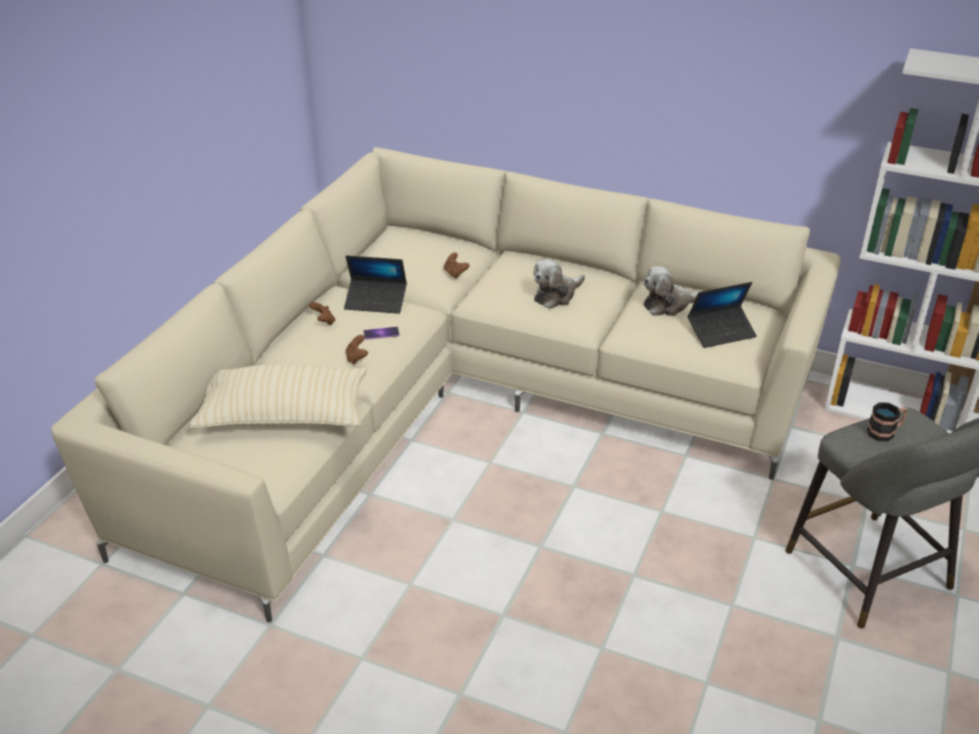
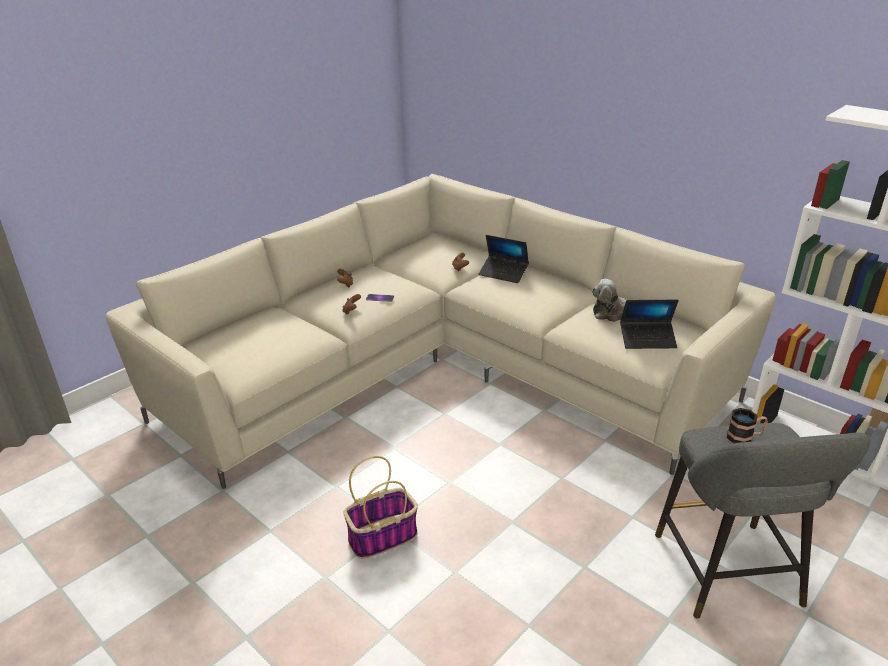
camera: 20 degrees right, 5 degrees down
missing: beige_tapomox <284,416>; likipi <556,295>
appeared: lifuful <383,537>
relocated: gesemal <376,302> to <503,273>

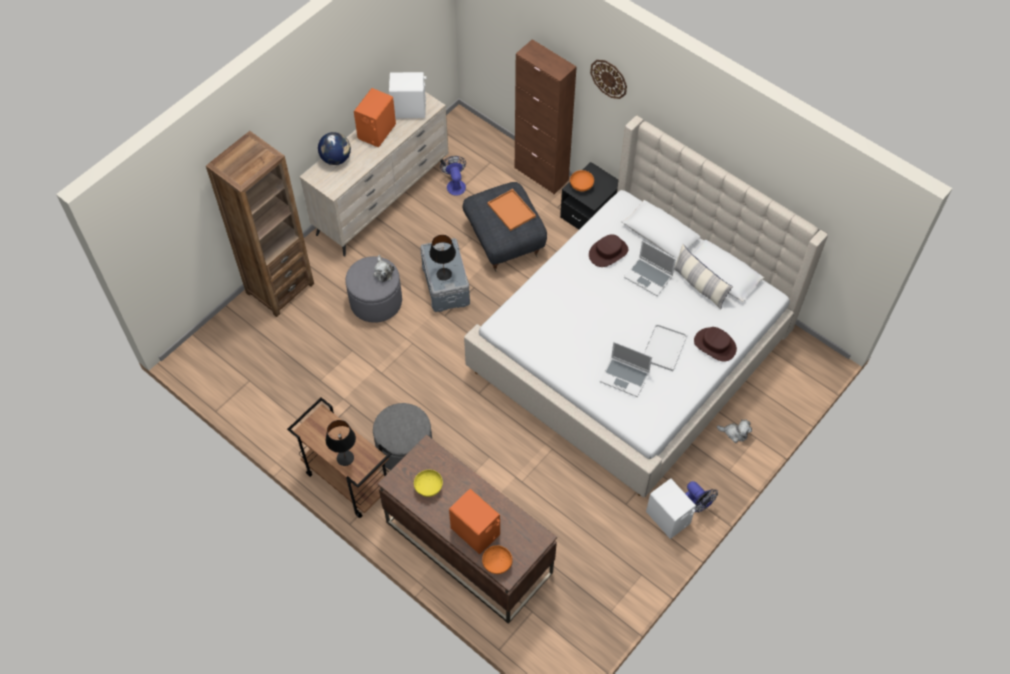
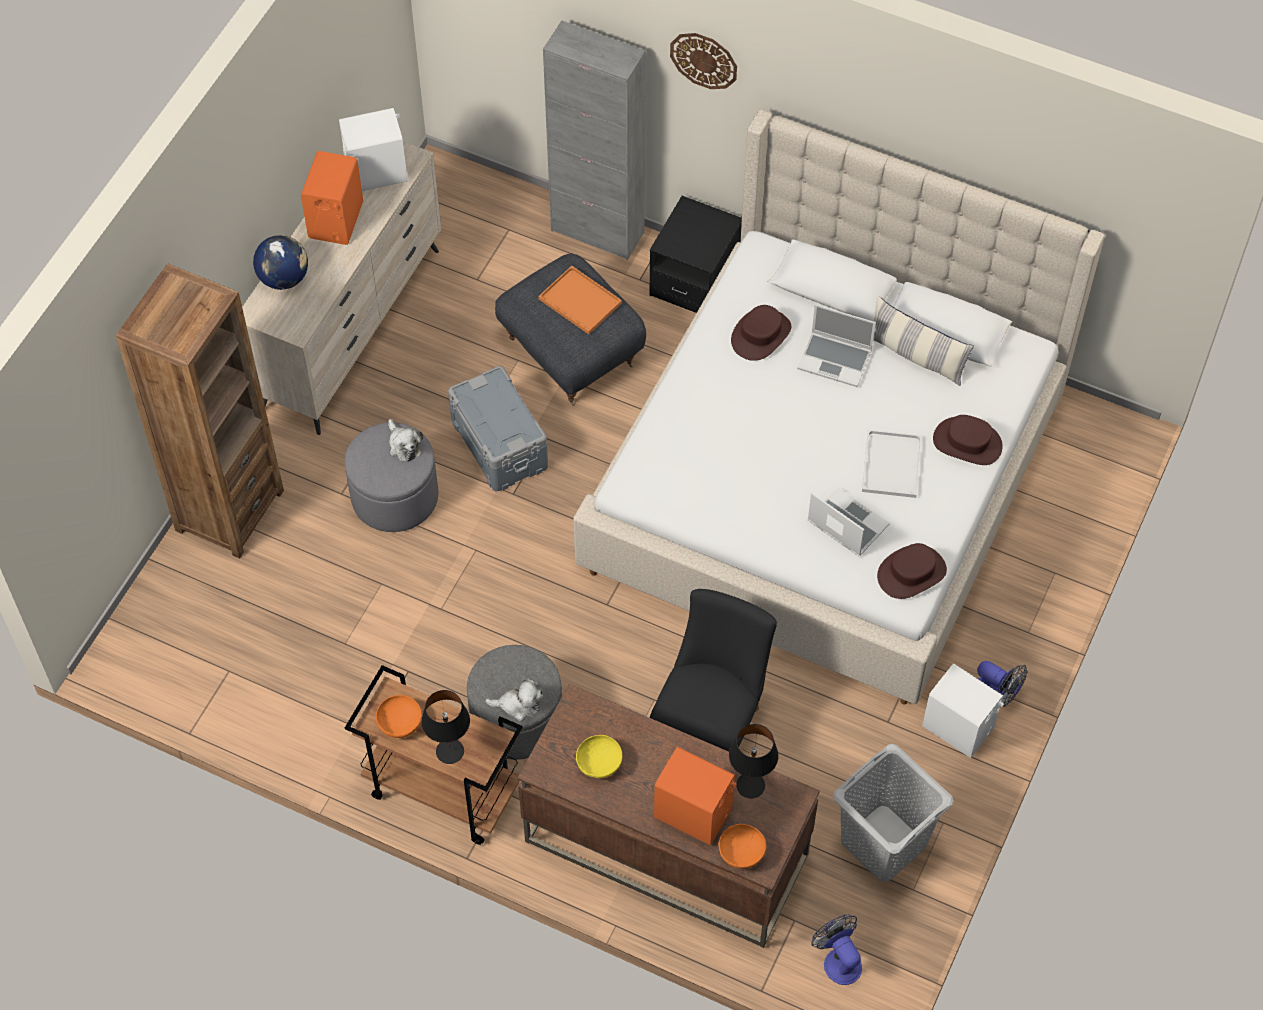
camera: 15 degrees left, 0 degrees up
appeared: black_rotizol <711,723>; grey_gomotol <883,843>; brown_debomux <911,573>
relocated: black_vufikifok <444,274> to <750,786>; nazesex <455,184> to <838,959>; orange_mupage <581,185> to <400,723>; likipi <735,433> to <518,705>
colour: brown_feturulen <541,174> to grey_feturulen <597,231>
spun: gesemal <625,377> = <846,523> 150 degrees counterclockwise

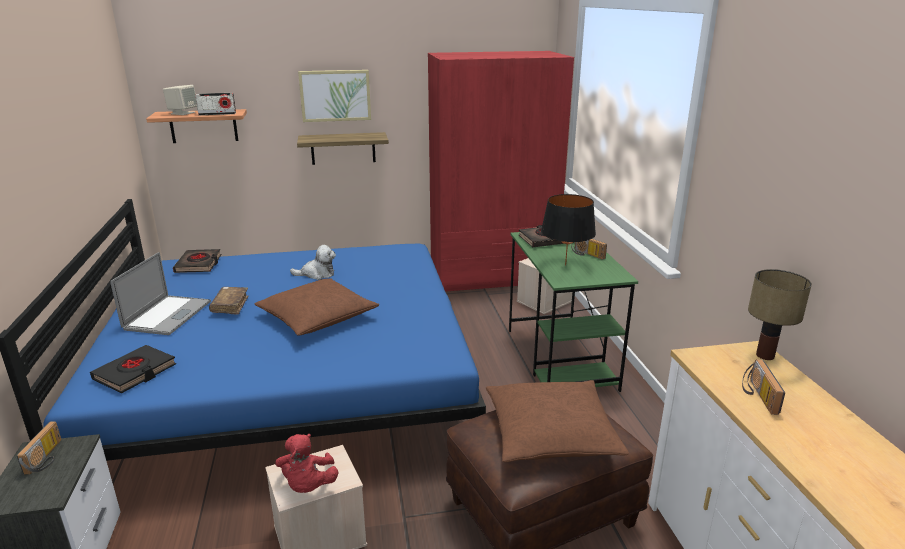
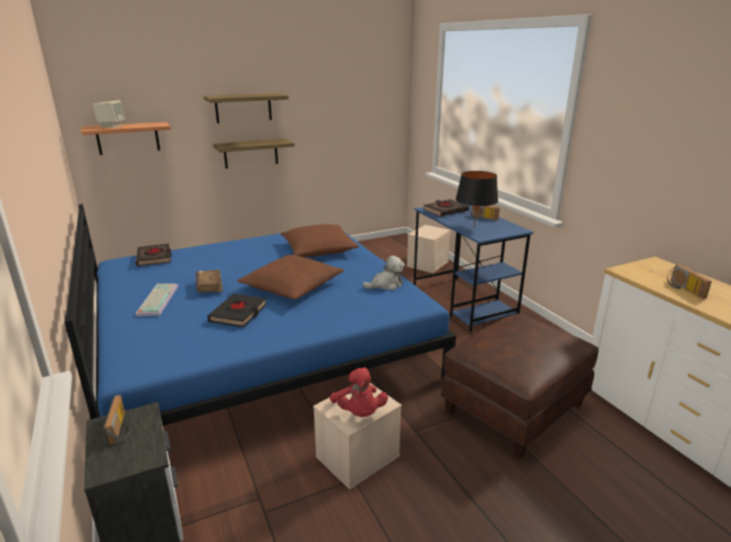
camera: 15 degrees left, 0 degrees up
missing: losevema <217,114>; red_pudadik <493,275>; vufikifok <764,355>
relocated: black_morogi <135,373> to <238,314>; likipi <317,274> to <386,285>; brown_tapomox <550,433> to <319,249>
exchanged: gesemal <168,315> to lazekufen <157,300>; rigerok <335,95> to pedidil <243,108>
colour: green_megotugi <560,359> to blue_megotugi <463,302>

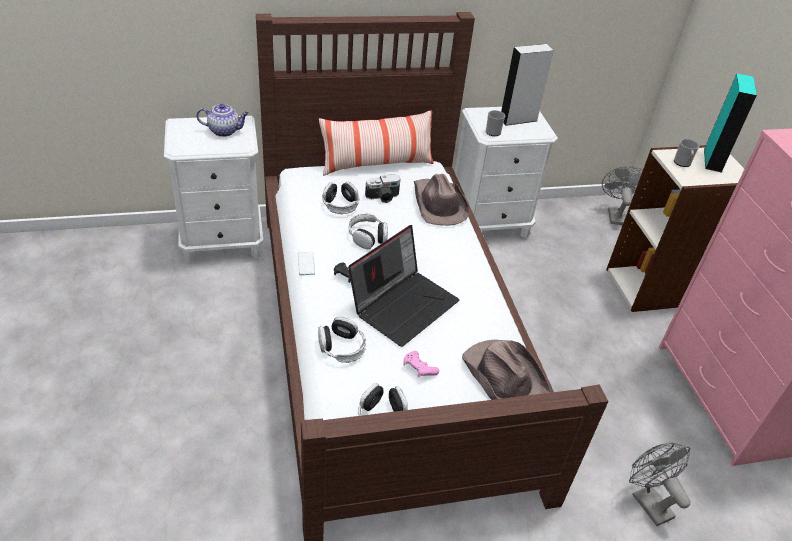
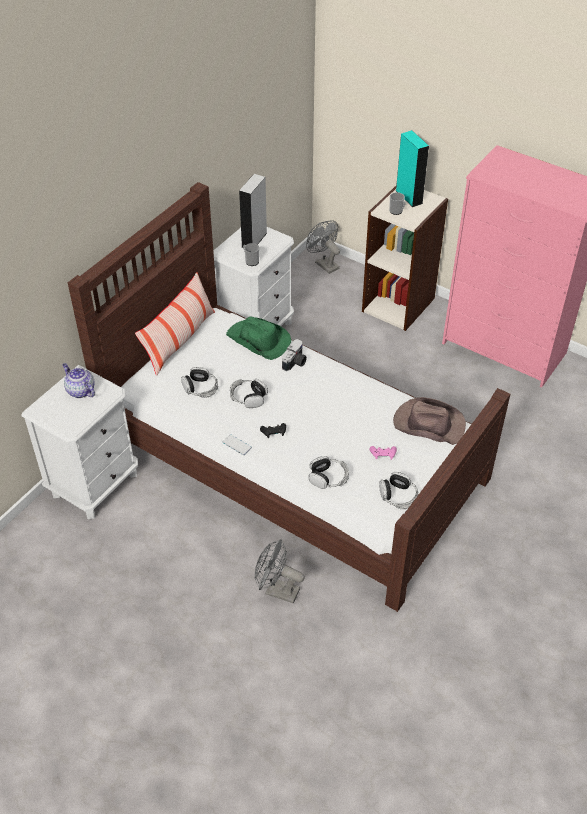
camera: 40 degrees left, 5 degrees up
missing: gesemal <403,304>
relocated: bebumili <383,197> to <295,362>; grey_nazesex <647,501> to <277,590>
colour: brown_debomux <438,204> to green_debomux <259,341>
spun: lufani <225,131> = <80,390> 90 degrees counterclockwise

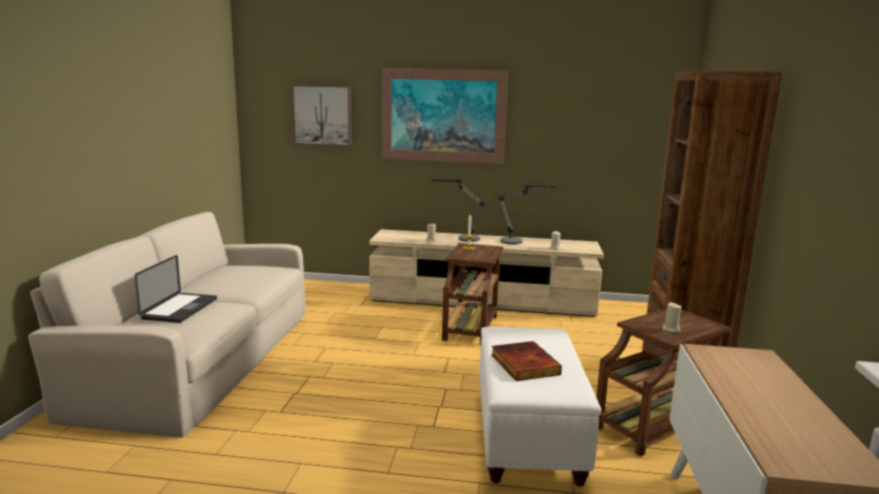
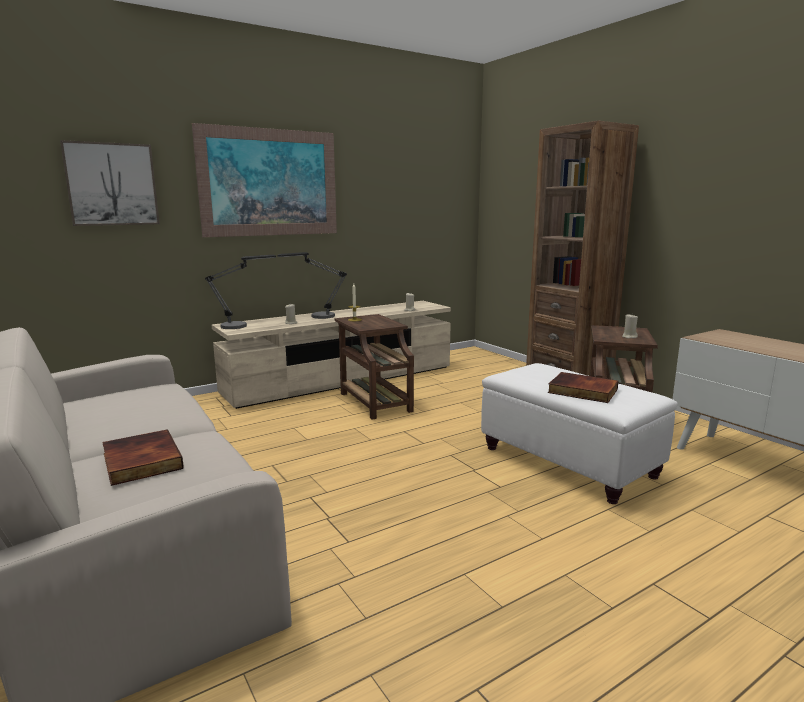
camera: 40 degrees left, 0 degrees up
relocated: vufikifok <518,242> to <241,325>
exchanged: gesemal <180,309> to morogi <140,461>

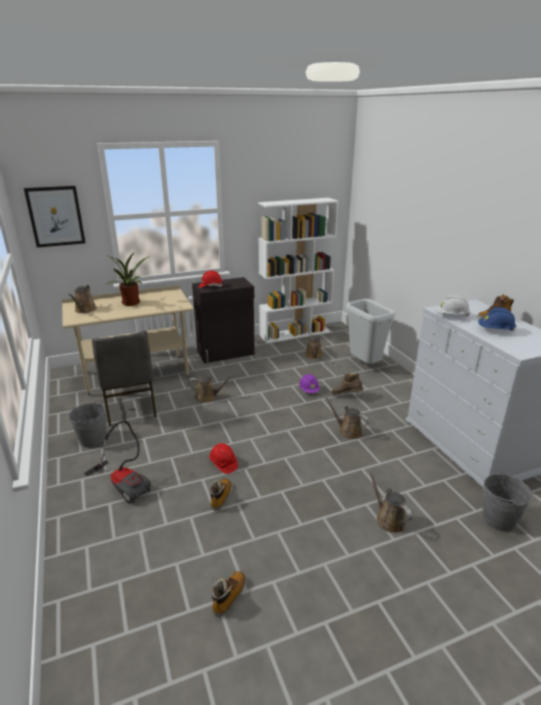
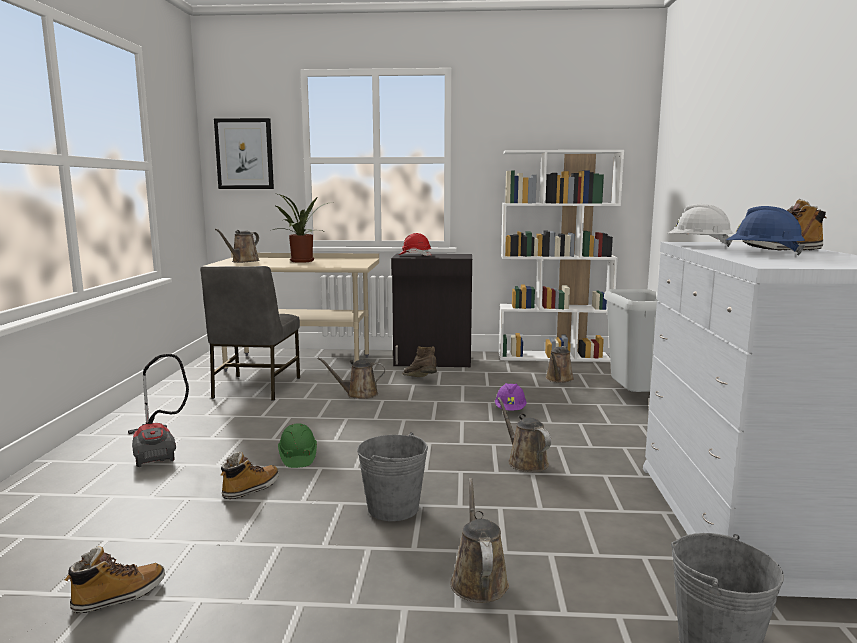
camera: 25 degrees right, 15 degrees down
relocated: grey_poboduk <93,439> to <393,508>; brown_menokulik <346,396> to <420,380>
colour: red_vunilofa <223,464> to green_vunilofa <297,457>
spun: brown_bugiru <207,397> = <358,394> 150 degrees clockwise

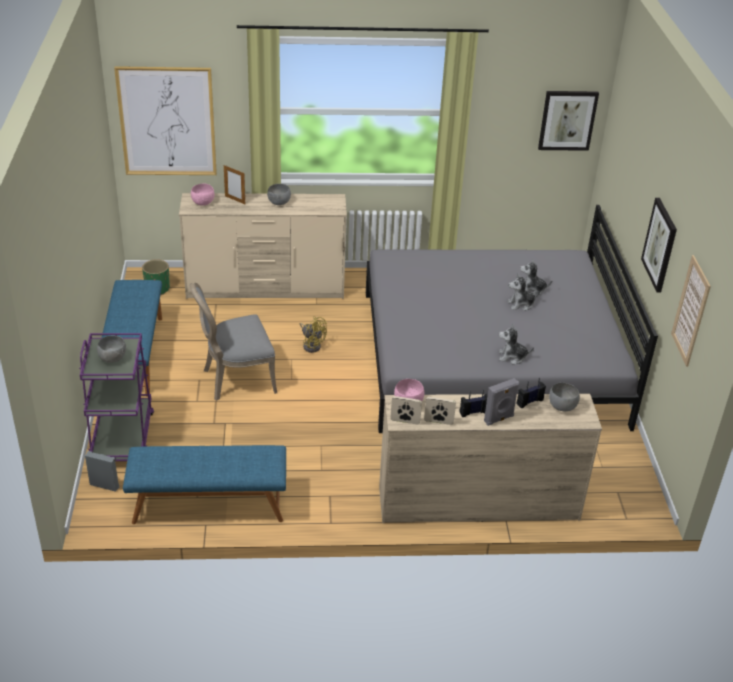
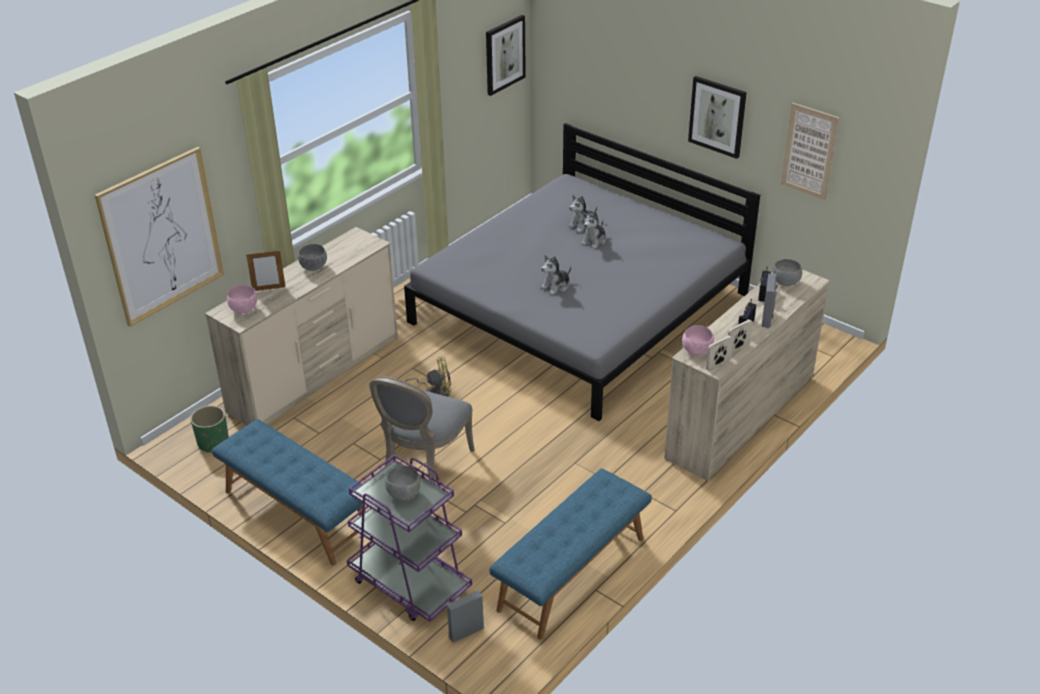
camera: 45 degrees left, 0 degrees up
relocated: likipi <512,357> to <556,286>

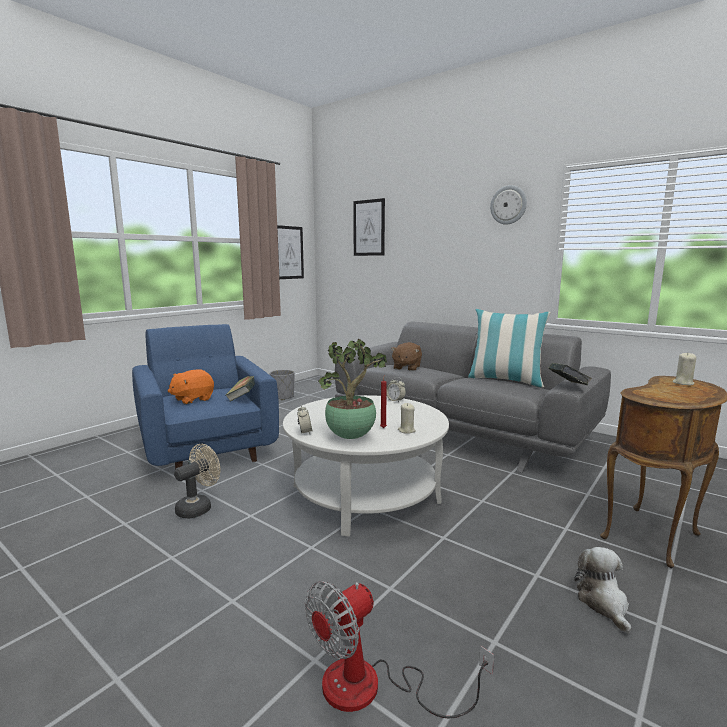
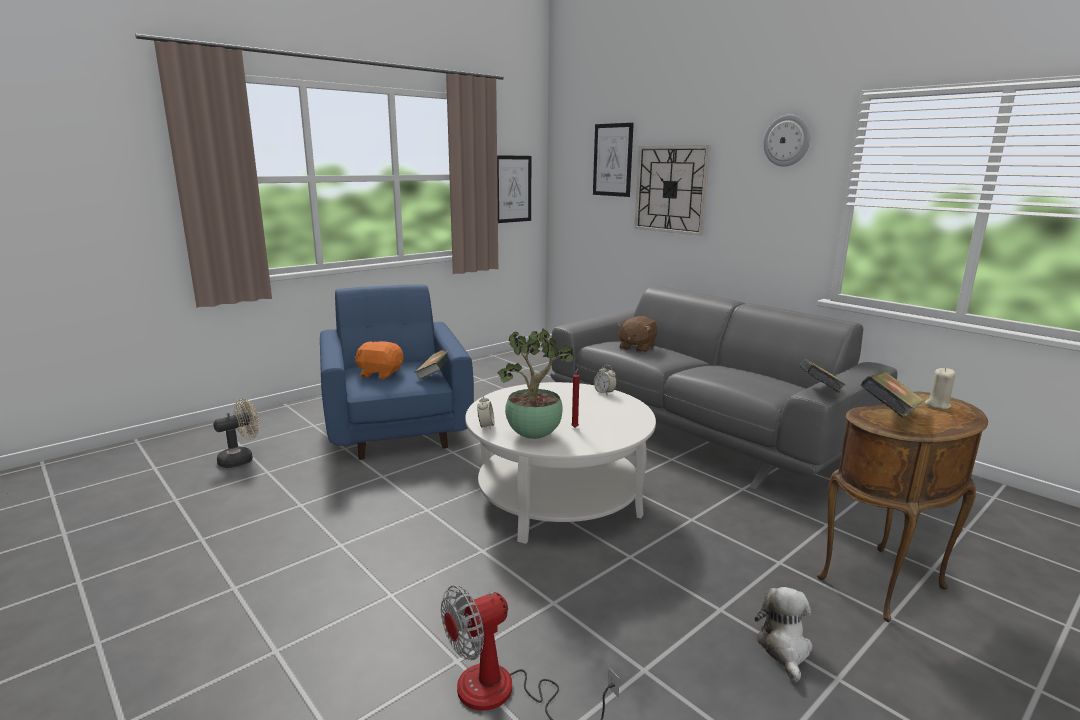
camera: 10 degrees right, 5 degrees up
missing: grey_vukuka <283,397>; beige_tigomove <406,430>; tapomox <505,380>
appeared: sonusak <671,189>; morogi <889,414>
relocated: beige_nazesex <198,507> to <241,459>
spun: orange_likipi <192,399> = <380,374> 45 degrees clockwise

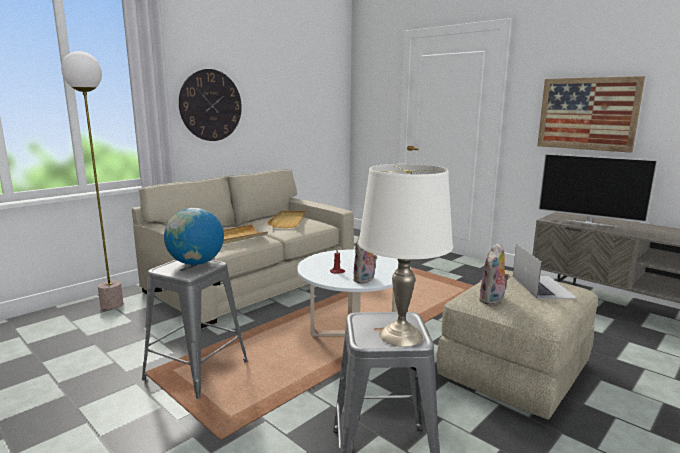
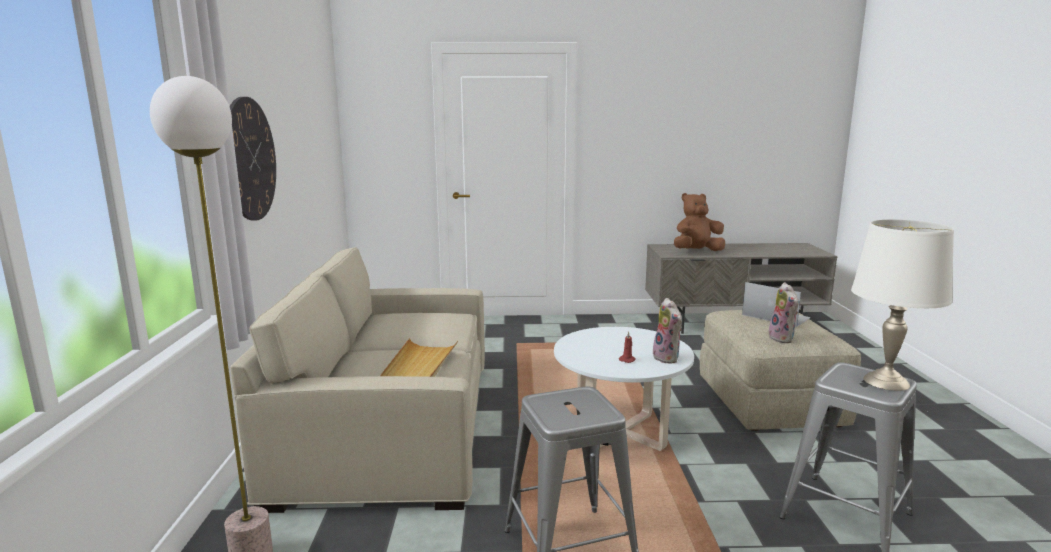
camera: 45 degrees left, 0 degrees up
missing: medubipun <196,263>; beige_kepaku <288,221>; rigerok <587,114>
exchanged: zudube <588,223> to brown_likipi <696,251>

